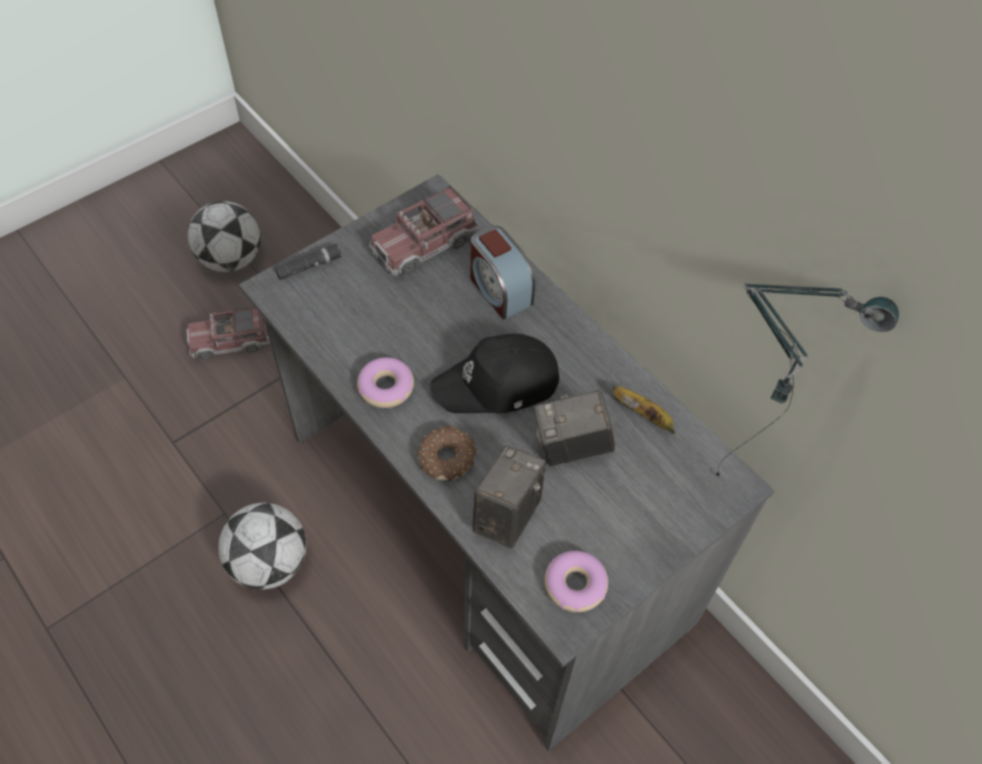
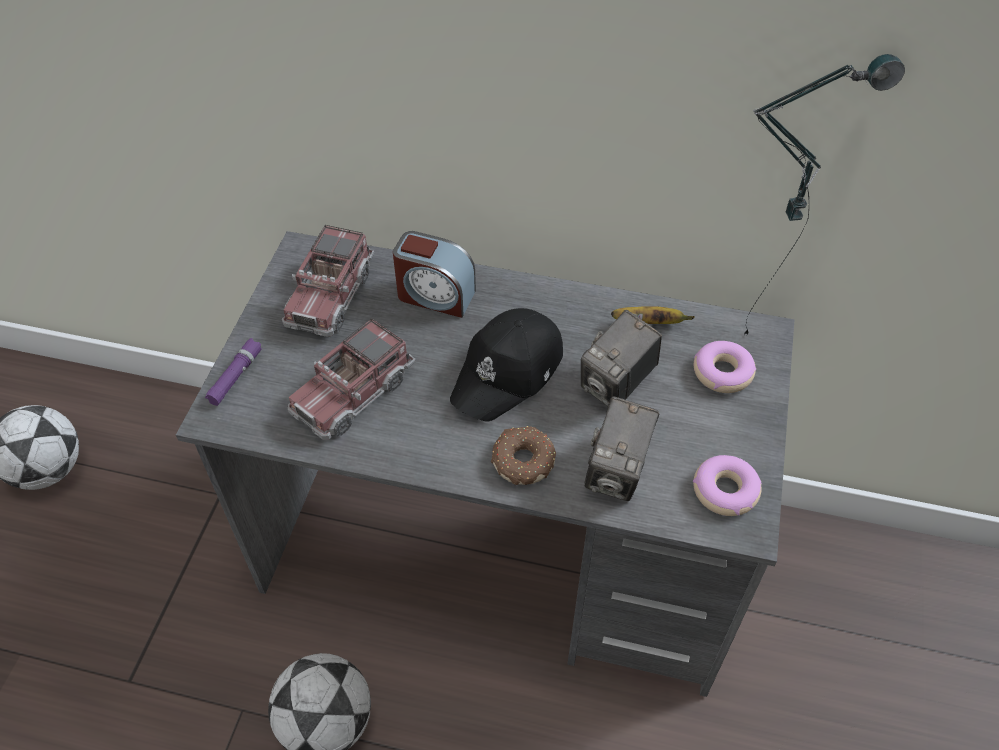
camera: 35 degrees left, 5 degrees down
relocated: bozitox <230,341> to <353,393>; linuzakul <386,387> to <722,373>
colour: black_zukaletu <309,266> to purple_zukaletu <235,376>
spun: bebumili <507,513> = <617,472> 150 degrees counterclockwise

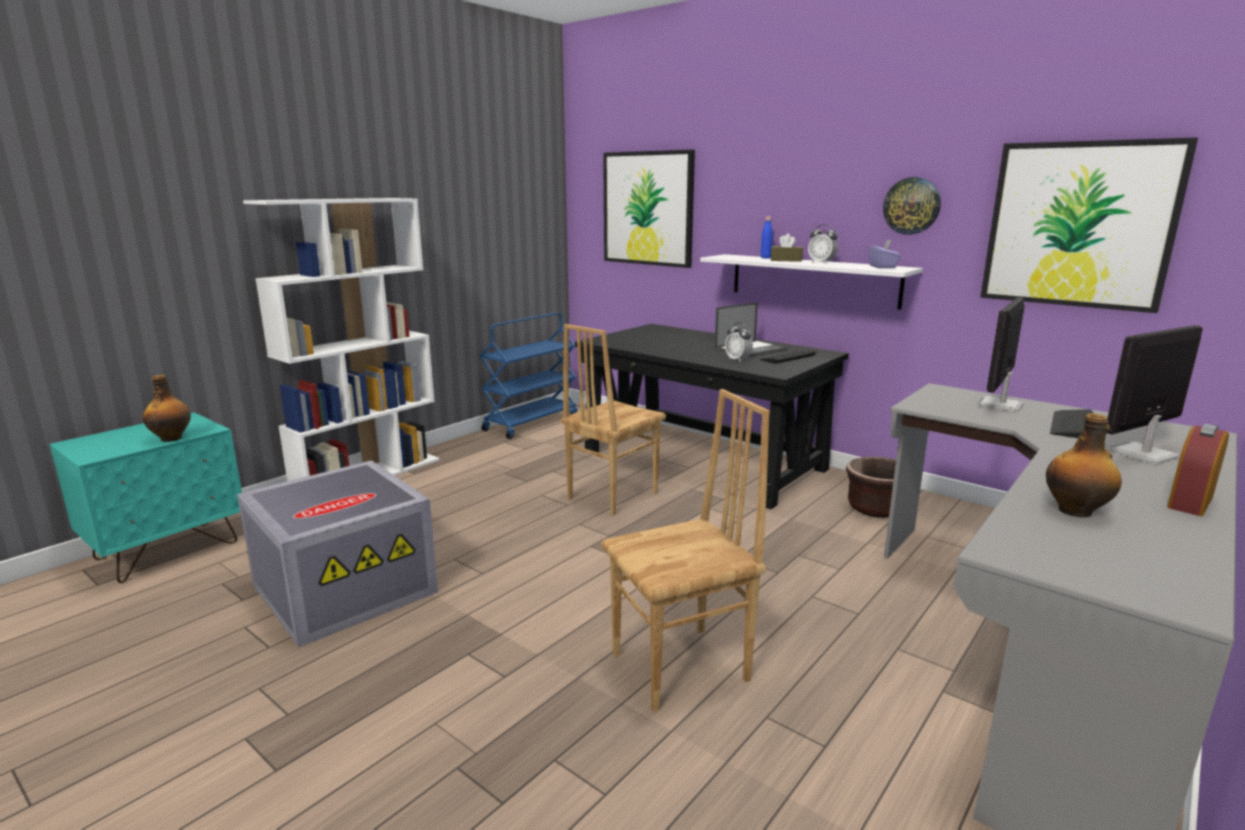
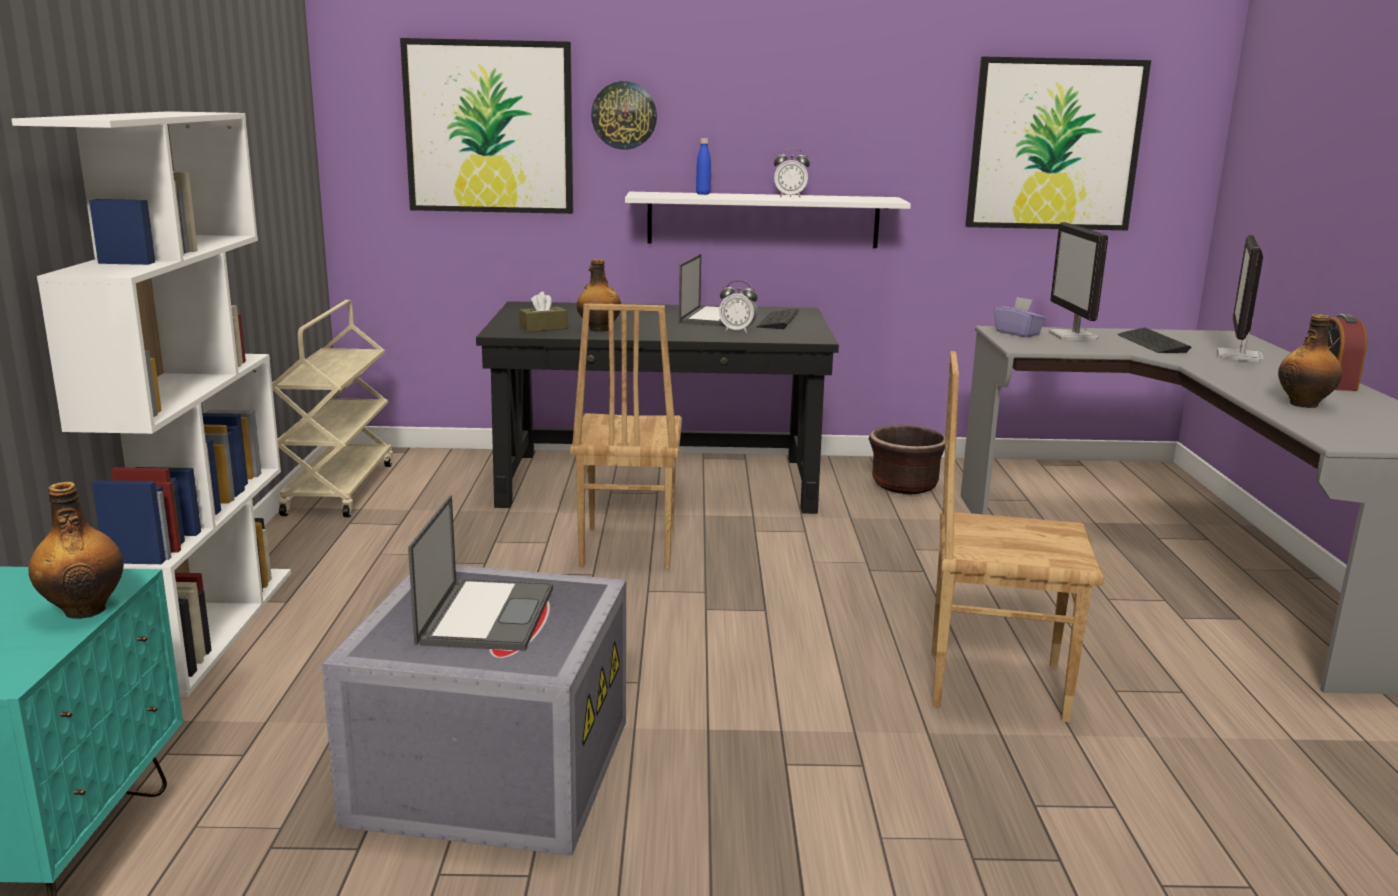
camera: 40 degrees left, 0 degrees up
appeared: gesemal <486,615>; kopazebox <598,329>
relocated: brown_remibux <786,260> to <543,328>; purple_remibux <882,267> to <1017,333>; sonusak <911,206> to <624,115>
colour: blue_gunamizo <531,422> to beige_gunamizo <339,488>
spun: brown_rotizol <682,668> = <994,684> 105 degrees counterclockwise

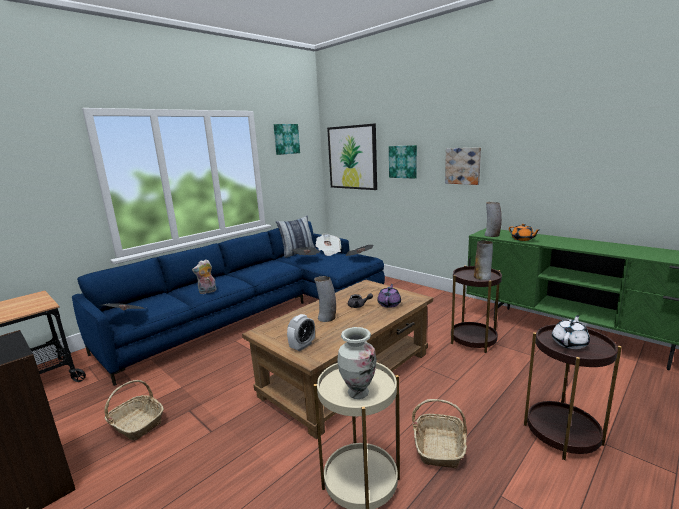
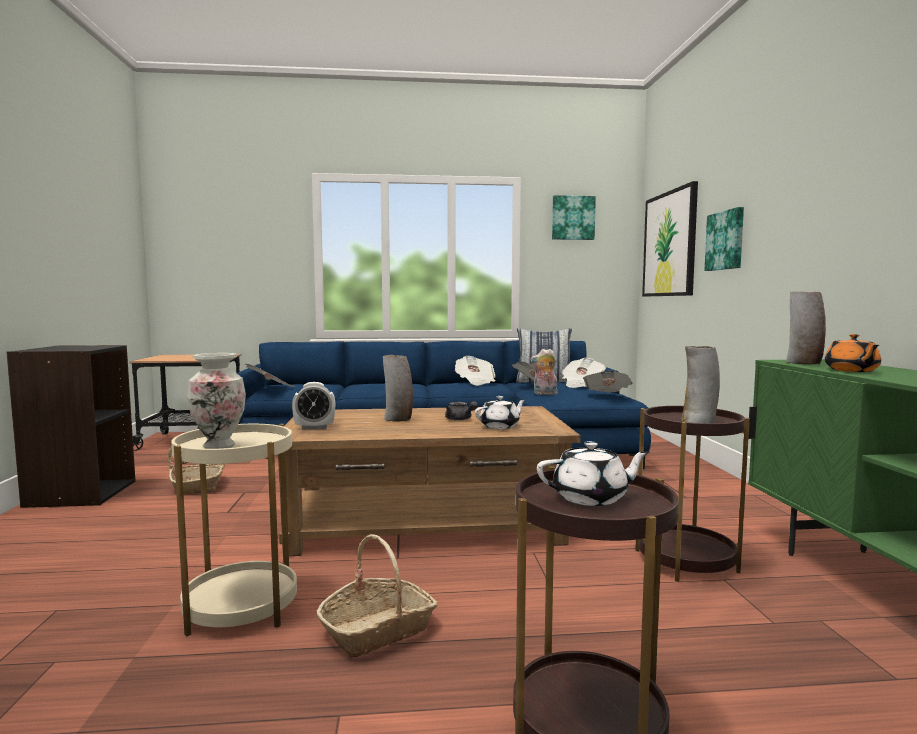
camera: 40 degrees right, 10 degrees down
missing: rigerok <463,166>
appeared: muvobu <475,382>
relocated: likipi <207,292> to <544,394>
colour: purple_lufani <389,304> to white_lufani <500,426>

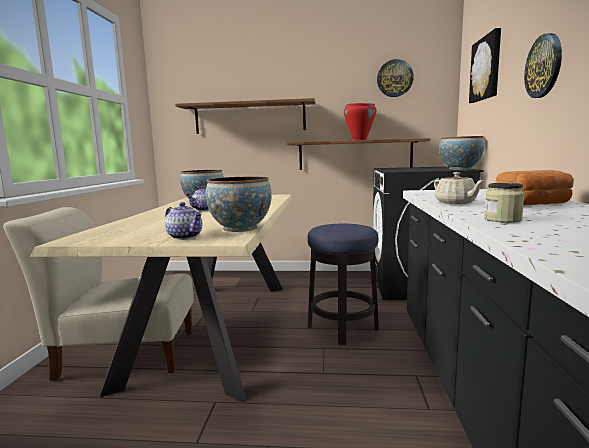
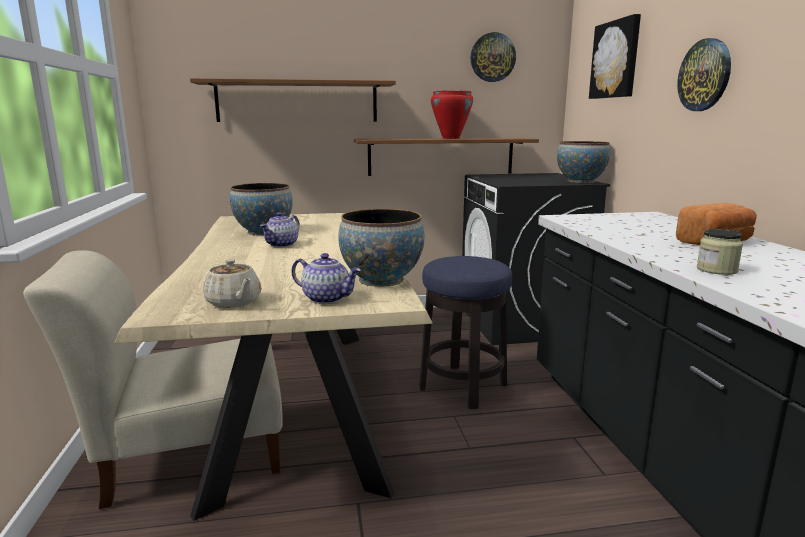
camera: 15 degrees left, 5 degrees up
relocated: beige_lufani <456,203> to <234,302>

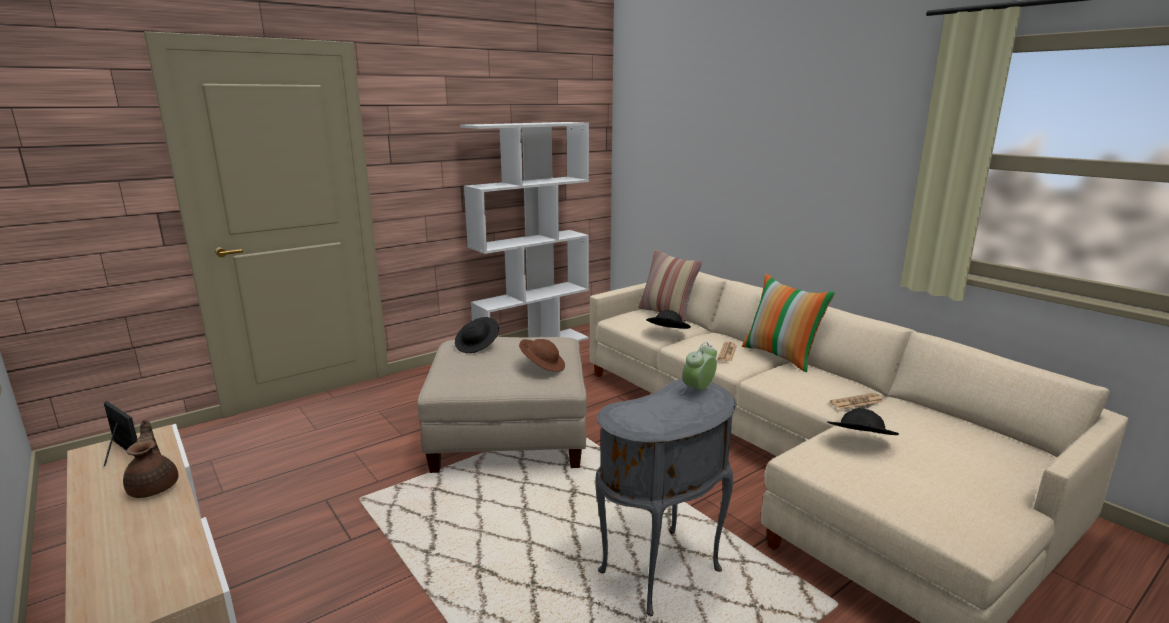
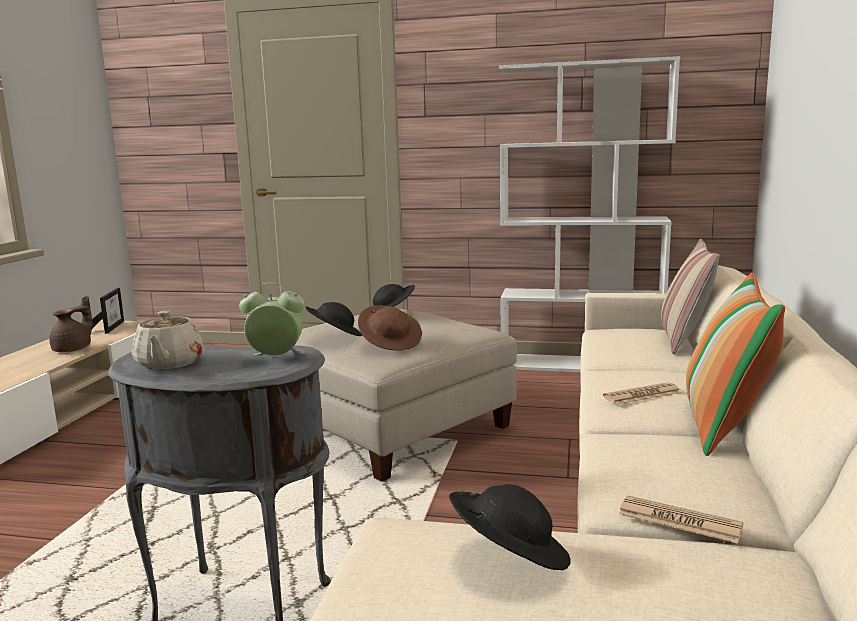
camera: 50 degrees right, 5 degrees down
appeared: beige_lufani <169,363>
relocated: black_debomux <667,333> to <334,336>

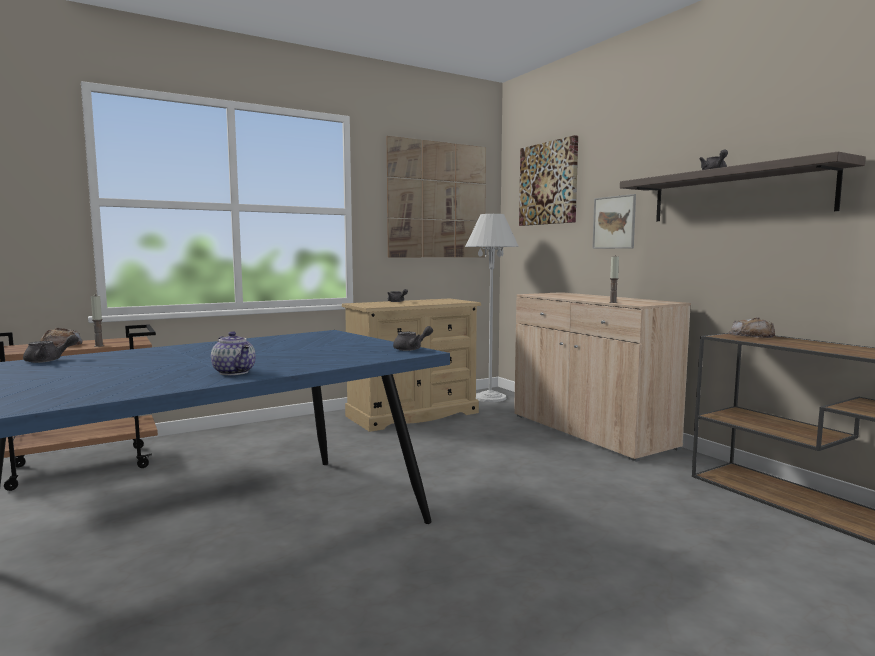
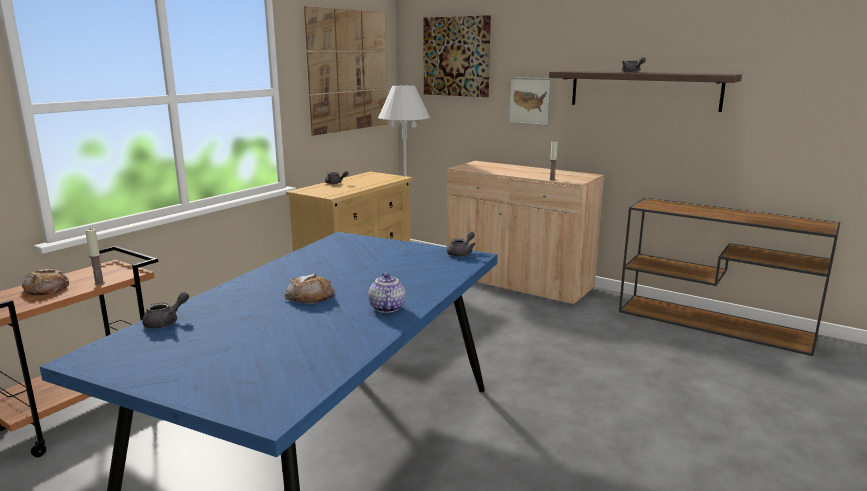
camera: 25 degrees left, 10 degrees up
relocated: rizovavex <751,335> to <310,296>
spun: lufani <235,372> = <386,308> 120 degrees counterclockwise

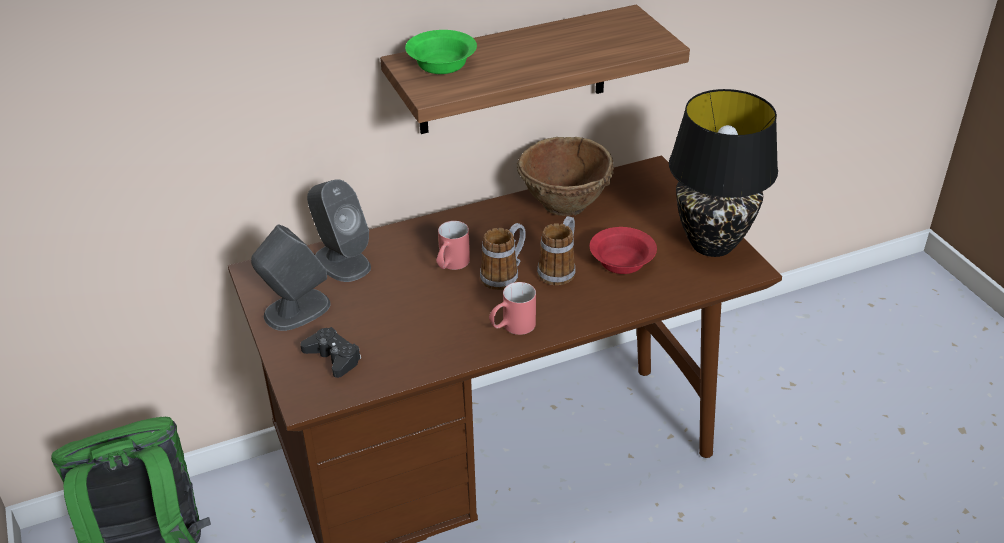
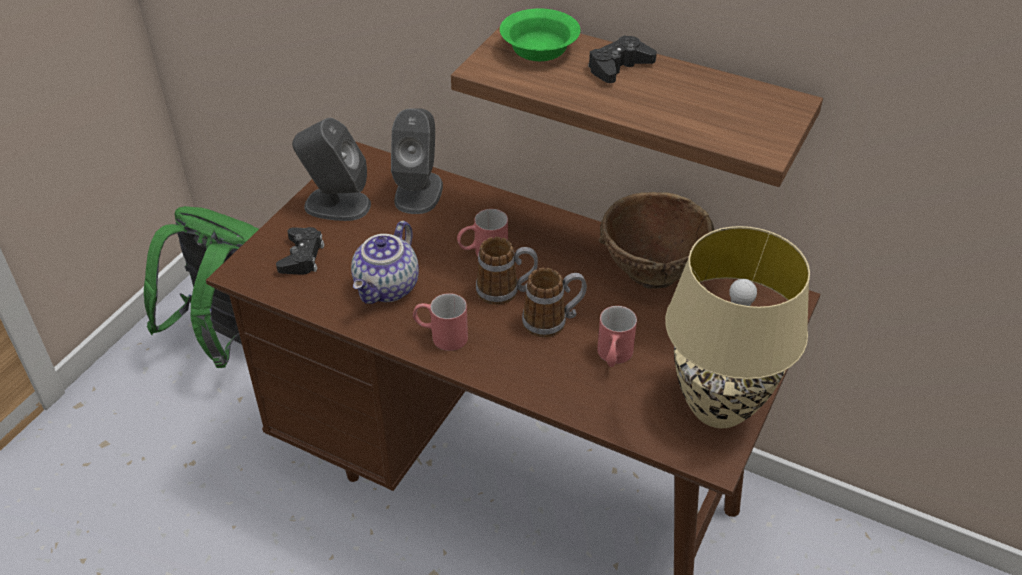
camera: 50 degrees right, 5 degrees up
appeared: lufani <388,288>; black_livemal <619,67>
exchanged: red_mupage <623,262> to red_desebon <613,358>
colour: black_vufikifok <712,244> to beige_vufikifok <720,408>

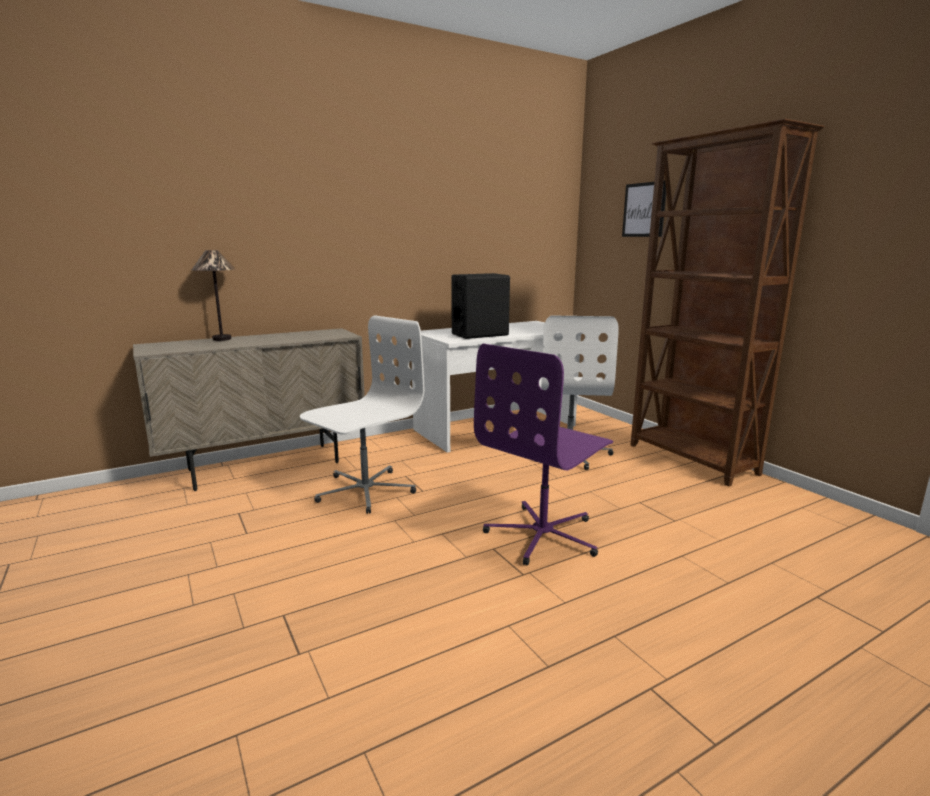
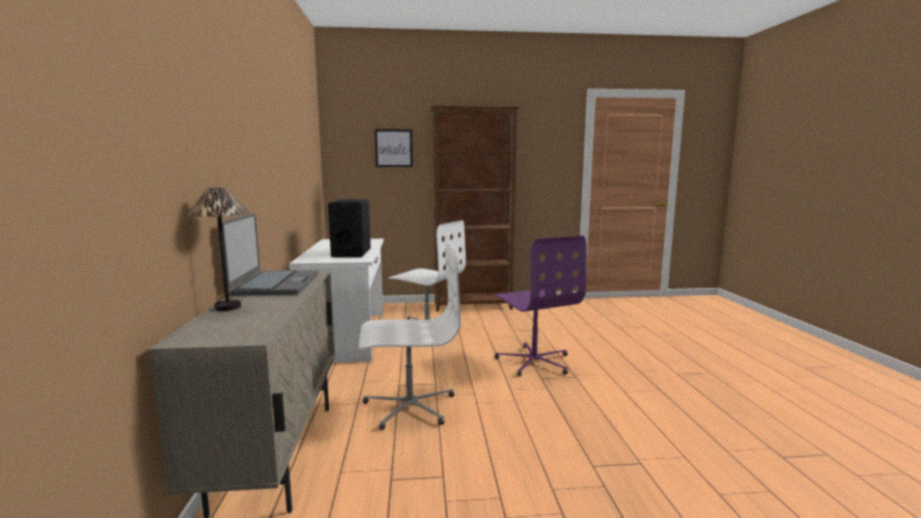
camera: 65 degrees left, 5 degrees down
appeared: gesemal <275,284>
spun: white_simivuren <364,490> = <409,406> 105 degrees clockwise

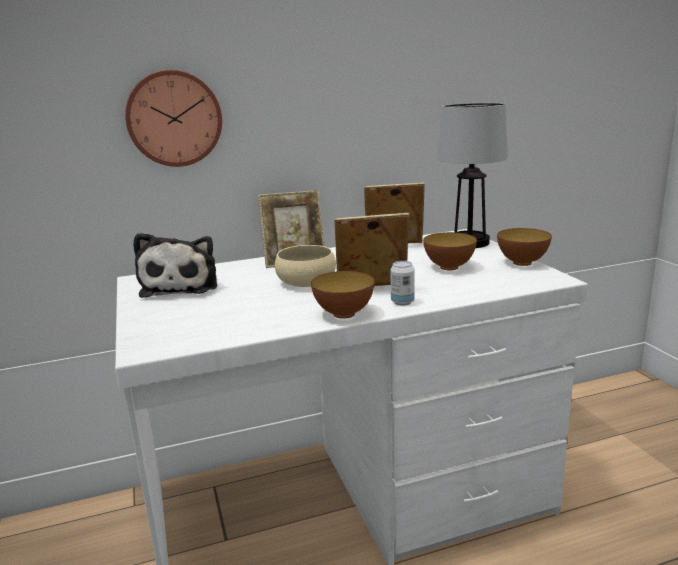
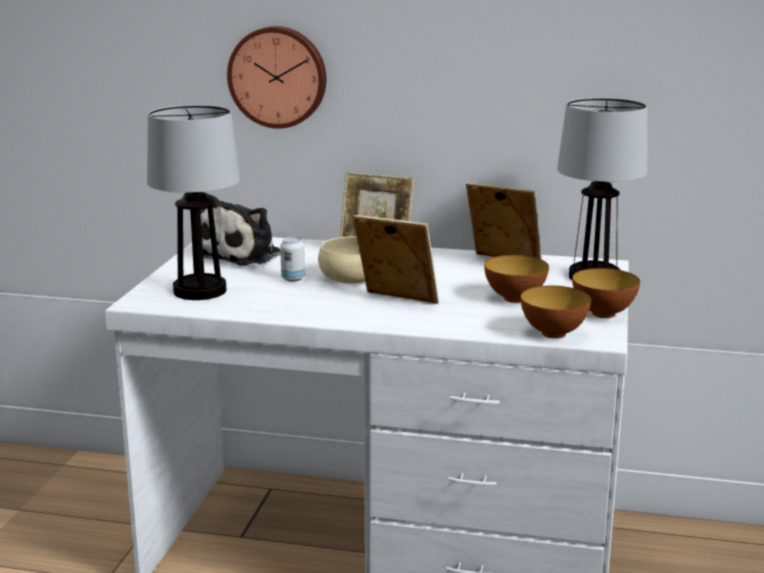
camera: 30 degrees right, 0 degrees up
appeared: vufikifok <201,291>
relocated: mupage <344,314> to <553,333>; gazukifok <402,302> to <293,279>

